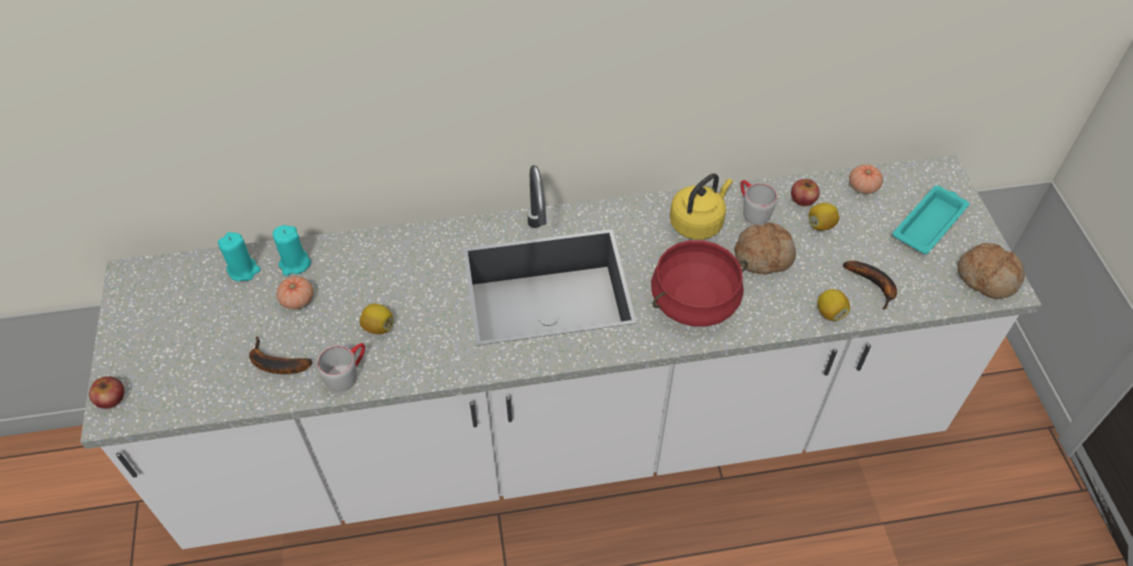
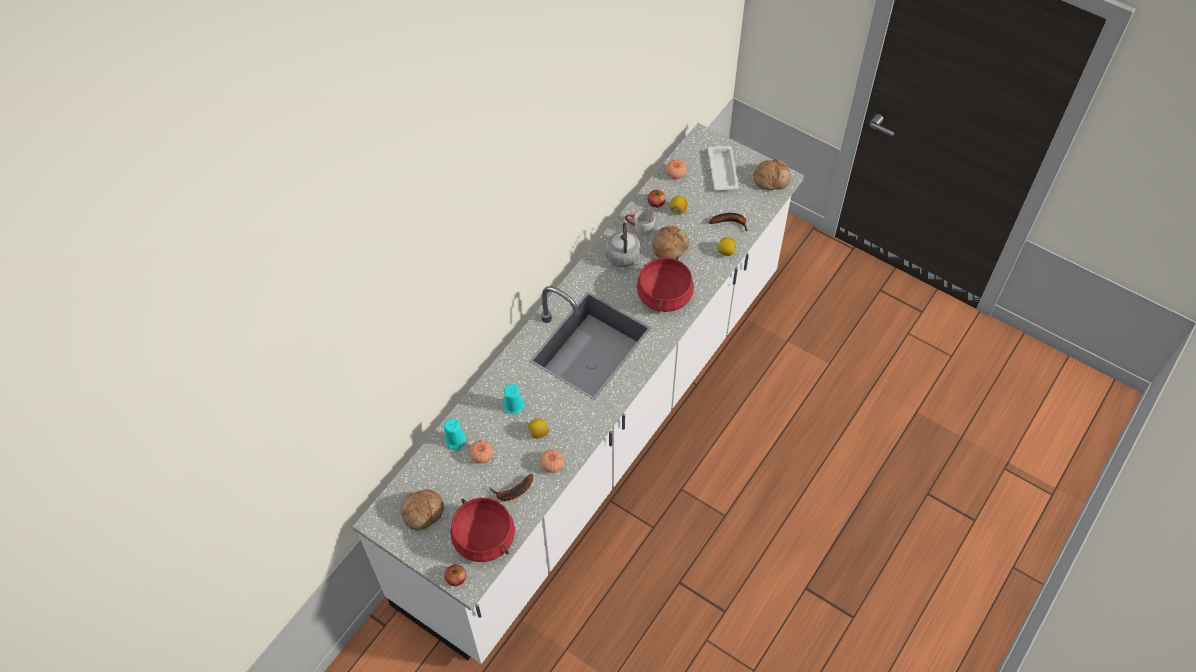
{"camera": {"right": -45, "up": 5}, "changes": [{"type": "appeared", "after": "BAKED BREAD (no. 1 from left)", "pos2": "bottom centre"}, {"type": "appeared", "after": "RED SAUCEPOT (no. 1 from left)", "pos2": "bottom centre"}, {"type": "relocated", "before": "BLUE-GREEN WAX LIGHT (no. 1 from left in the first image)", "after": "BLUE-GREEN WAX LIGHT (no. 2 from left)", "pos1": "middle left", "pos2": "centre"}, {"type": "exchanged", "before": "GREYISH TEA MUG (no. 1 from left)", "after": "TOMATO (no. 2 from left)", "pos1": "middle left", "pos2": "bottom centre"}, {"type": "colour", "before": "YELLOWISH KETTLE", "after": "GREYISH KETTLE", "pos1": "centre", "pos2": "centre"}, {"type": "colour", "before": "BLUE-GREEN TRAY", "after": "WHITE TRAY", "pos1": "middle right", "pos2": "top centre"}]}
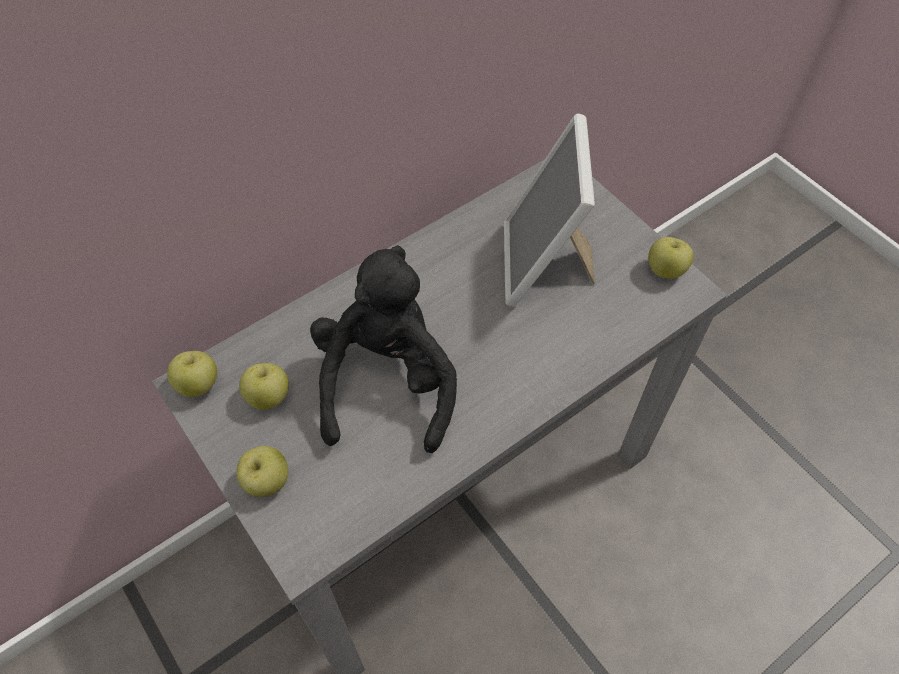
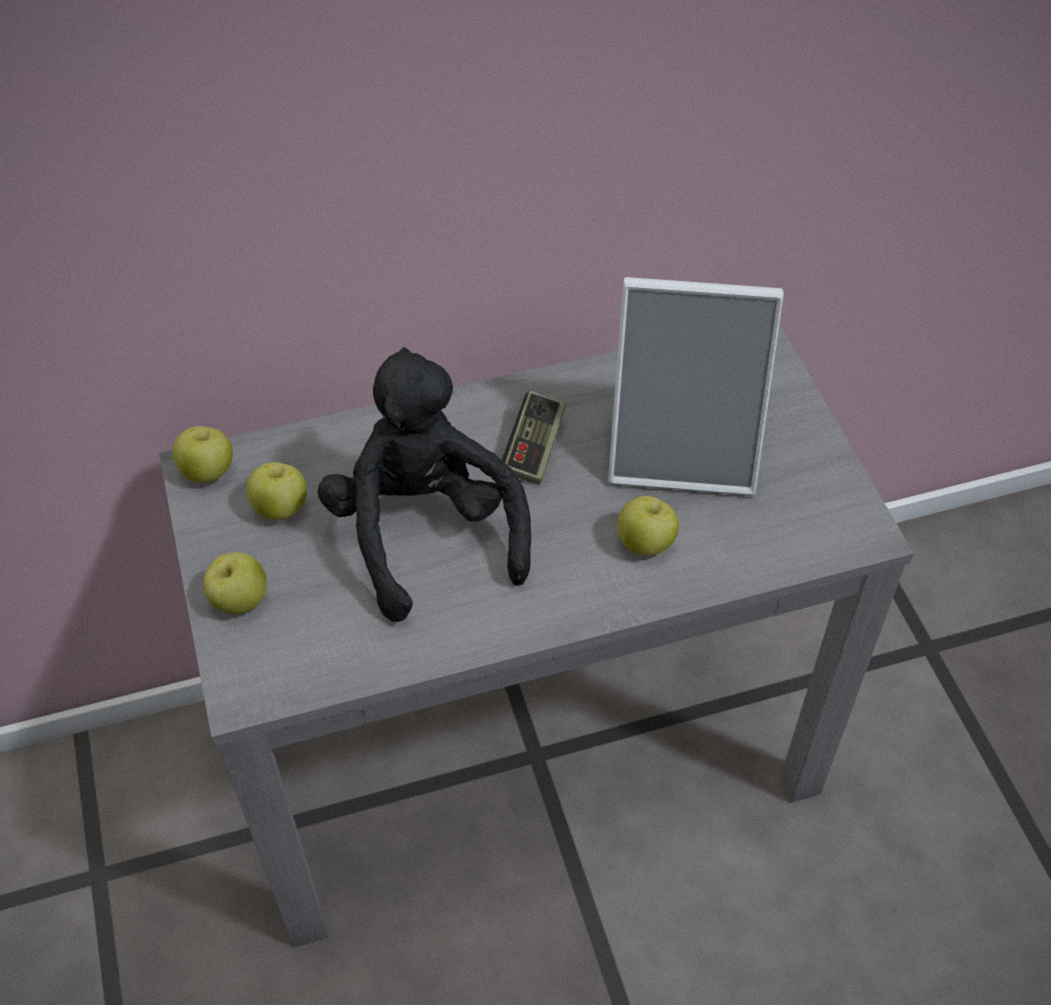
{"camera": {"right": 20, "up": -5}, "changes": [{"type": "appeared", "after": "JOYPAD", "pos2": "centre"}, {"type": "relocated", "before": "APPLE FRUIT (no. 4 from left)", "pos1": "middle right", "pos2": "centre"}, {"type": "spun", "before": "BLACKISH PLUSH TOY", "pos1": "centre", "pos2": "centre", "turn": -45}, {"type": "spun", "before": "PICTURE FRAME", "pos1": "top centre", "pos2": "centre", "turn": -105}]}
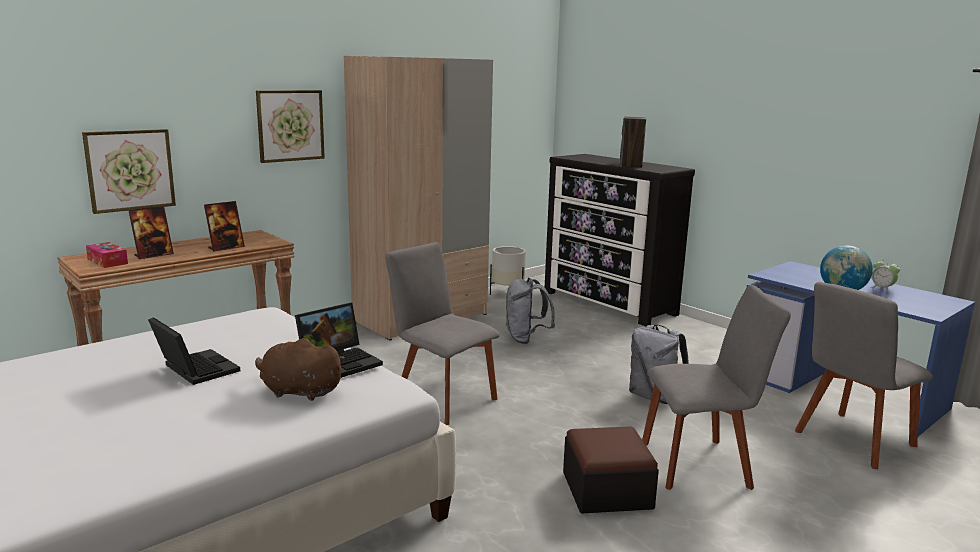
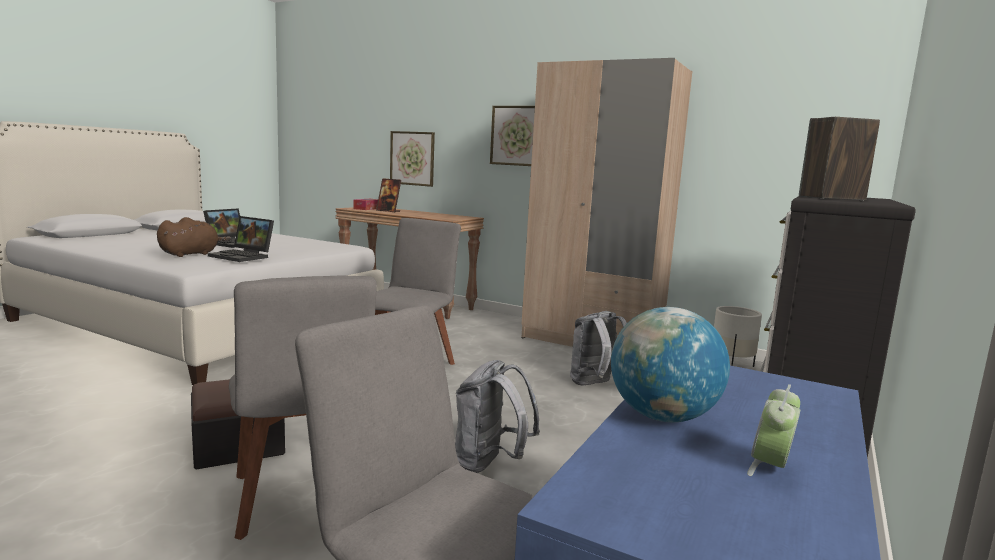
{"camera": {"right": 70, "up": -5}, "changes": [{"type": "missing", "before": "PICTURE FRAME (no. 2 from left)", "pos1": "middle left"}, {"type": "spun", "before": "BROWN-COLOURED PLUSH TOY", "pos1": "bottom left", "pos2": "middle left", "turn": 45}]}
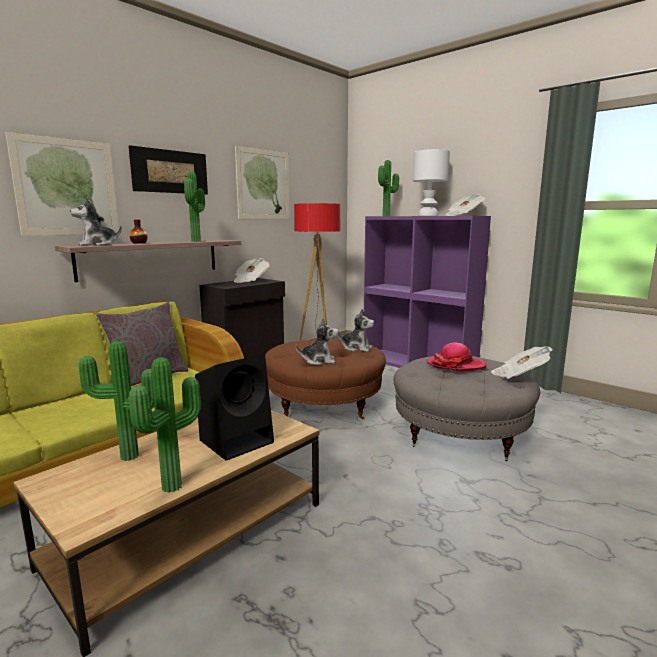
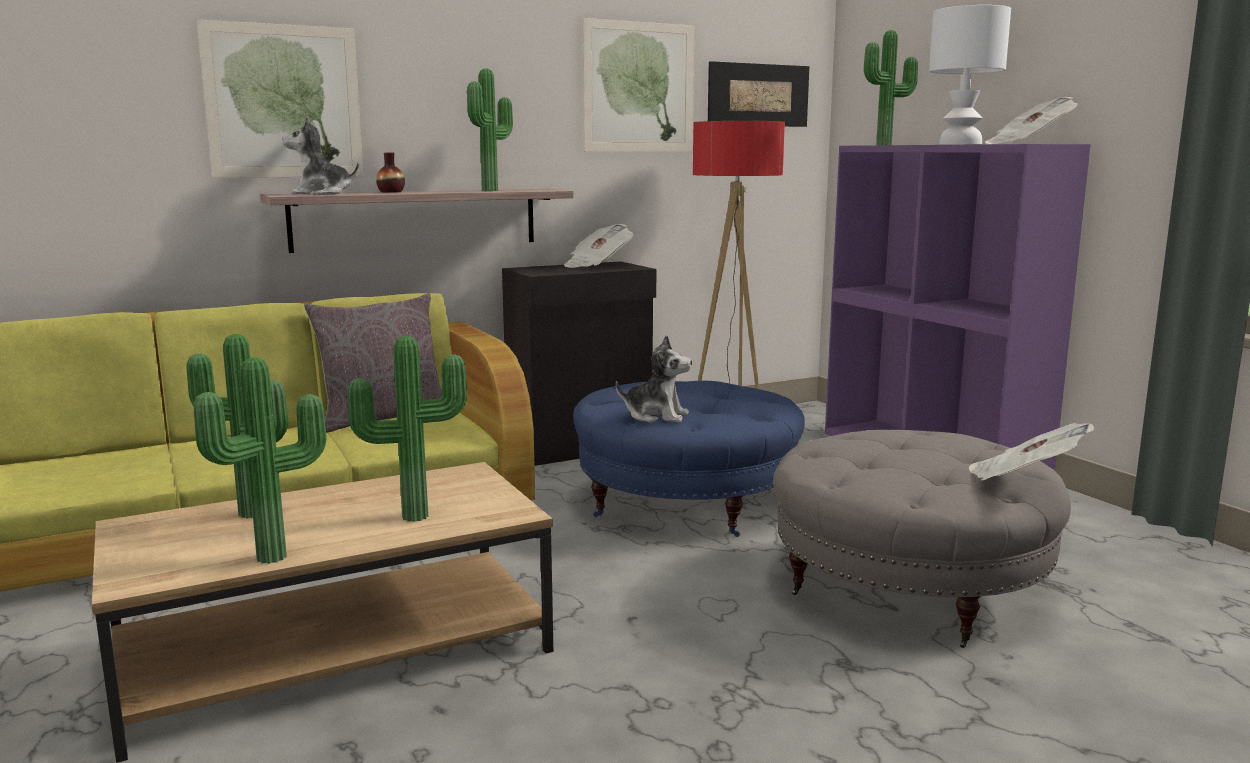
{"camera": {"right": 20, "up": 0}, "changes": [{"type": "missing", "before": "PLUSH TOY (no. 3 from left)", "pos1": "centre"}, {"type": "missing", "before": "WEARABLE HAT", "pos1": "middle right"}, {"type": "relocated", "before": "WALL ART (no. 2 from left in the first image)", "after": "WALL ART (no. 3 from left)", "pos1": "top left", "pos2": "top centre"}, {"type": "exchanged", "before": "BLACKISH LOUDSPEAKER", "after": "POTTED PLANT (no. 3 from left)", "pos1": "centre", "pos2": "middle left"}, {"type": "colour", "before": "BROWN-COLOURED FOOTREST", "after": "BLUE FOOTREST", "pos1": "centre", "pos2": "centre"}]}
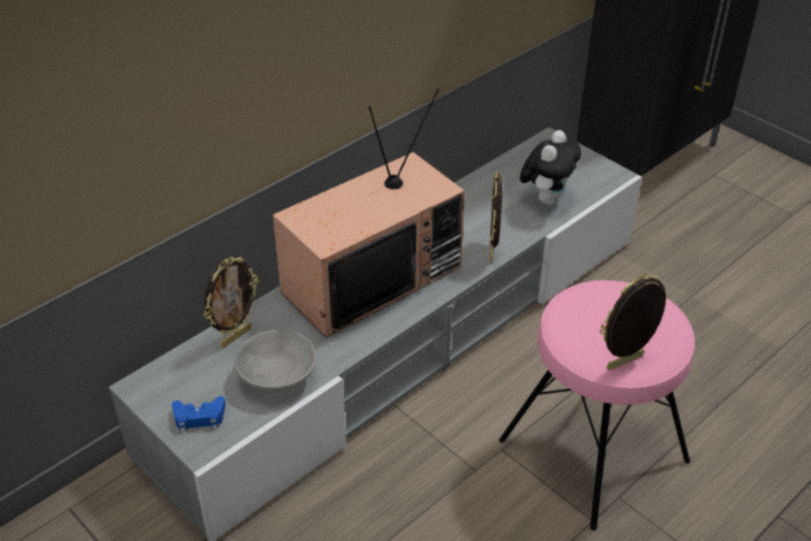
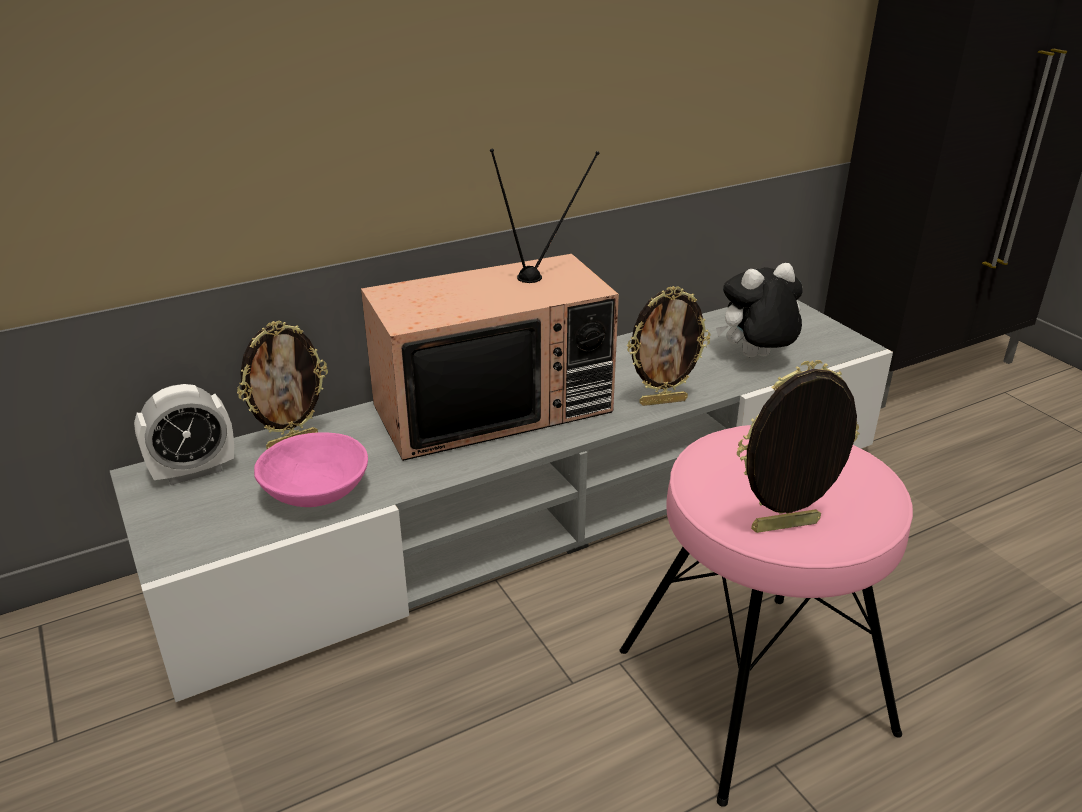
{"camera": {"right": 15, "up": -10}, "changes": [{"type": "missing", "before": "BLUE JOYPAD", "pos1": "bottom left"}, {"type": "appeared", "after": "BEDSIDE CLOCK", "pos2": "middle left"}, {"type": "colour", "before": "GREYISH BOWL", "after": "PINK BOWL", "pos1": "bottom centre", "pos2": "middle left"}, {"type": "spun", "before": "PICTURE FRAME (no. 2 from left)", "pos1": "centre", "pos2": "centre", "turn": -120}, {"type": "spun", "before": "PLUSH TOY", "pos1": "top right", "pos2": "middle right", "turn": -150}]}
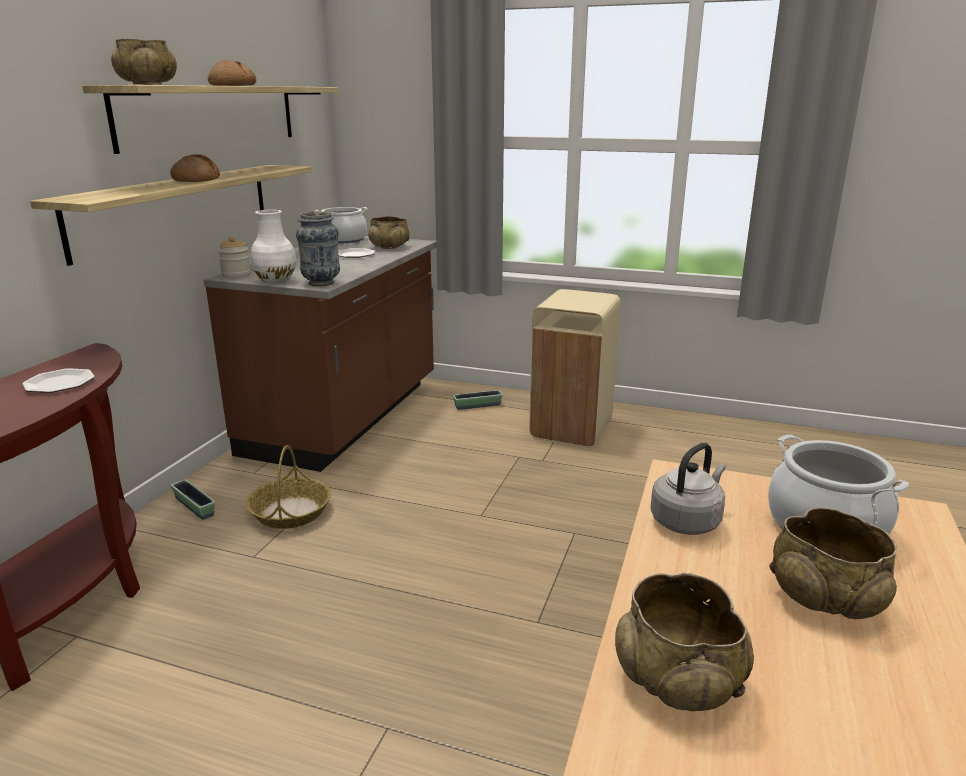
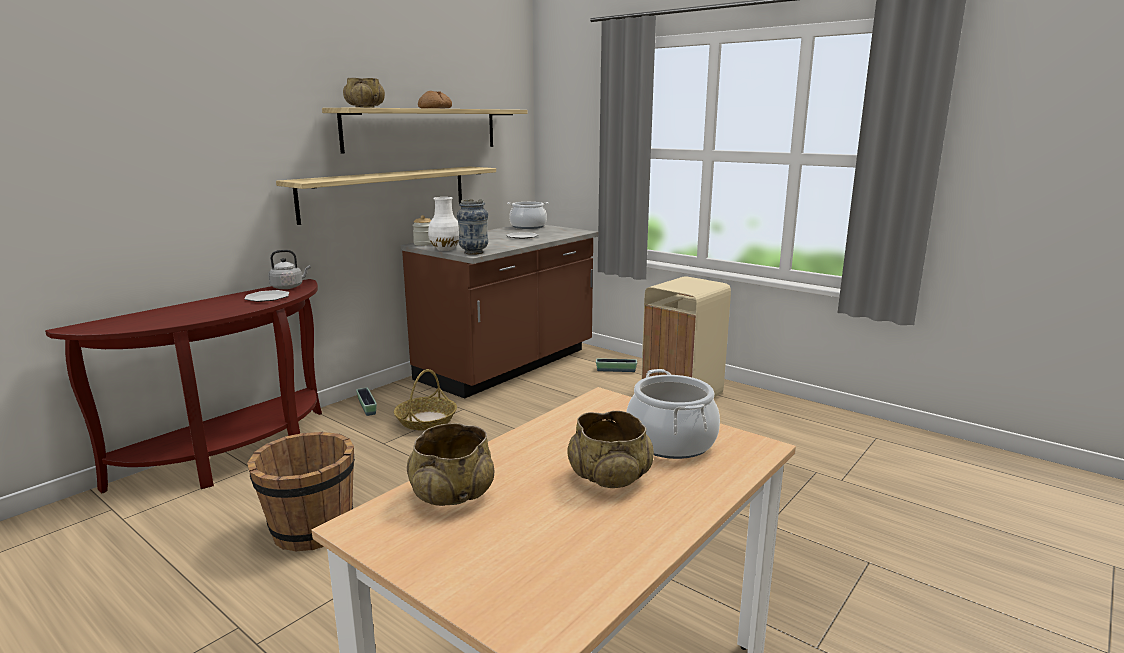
{"camera": {"right": 20, "up": -5}, "changes": [{"type": "missing", "before": "BAKED BREAD (no. 1 from left)", "pos1": "top left"}, {"type": "missing", "before": "SAND-COLOURED BOWL (no. 2 from left)", "pos1": "top centre"}, {"type": "appeared", "after": "BROWN-COLOURED PAIL", "pos2": "bottom left"}, {"type": "relocated", "before": "GREYISH KETTLE", "pos1": "middle right", "pos2": "middle left"}]}
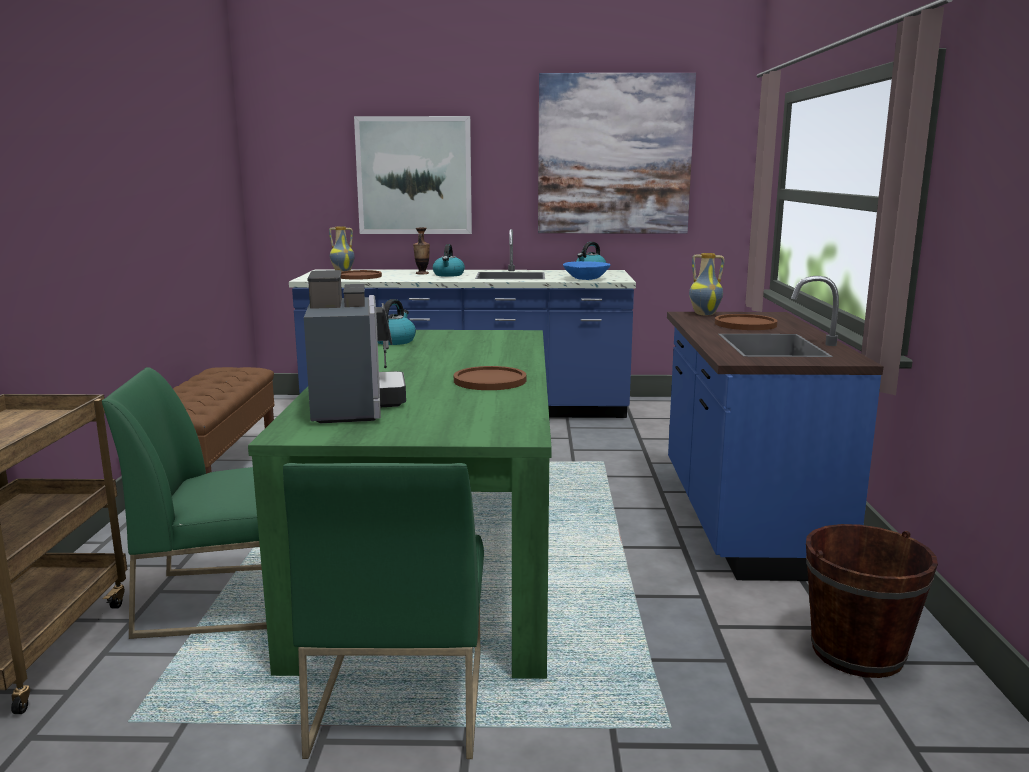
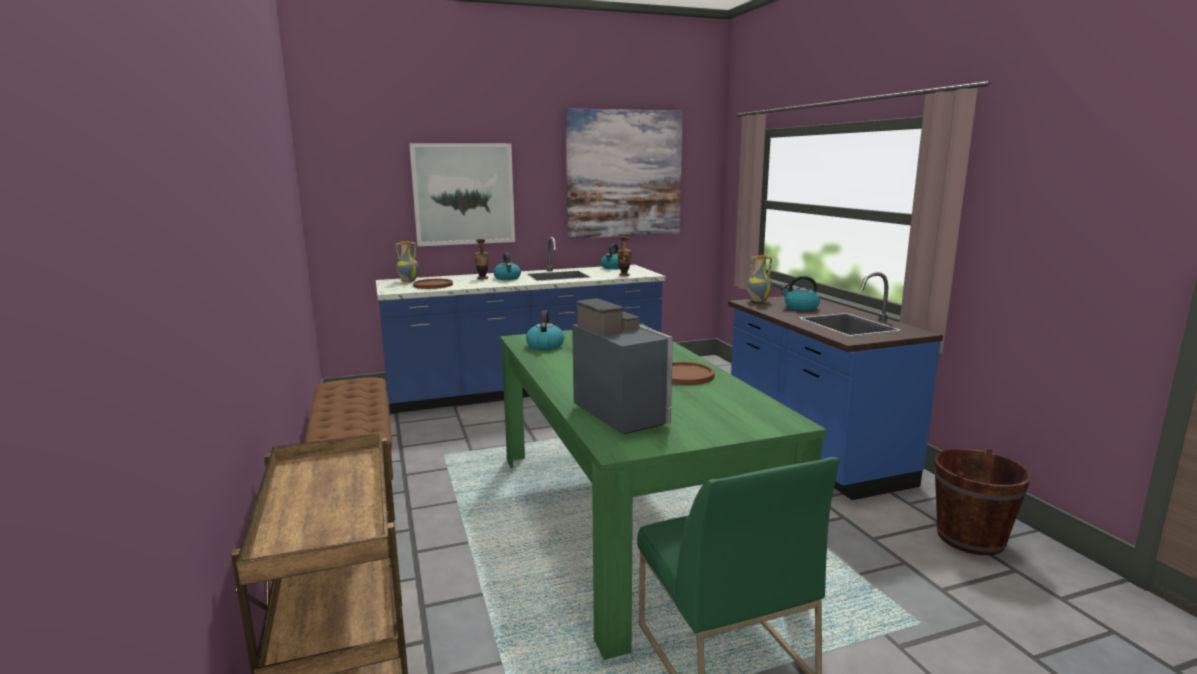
{"camera": {"right": -20, "up": 0}, "changes": [{"type": "missing", "before": "GREENISH PLAIN CHAIR (no. 1 from left)", "pos1": "middle left"}, {"type": "exchanged", "before": "BLUE BOWL", "after": "FLOWER VASE (no. 3 from left)", "pos1": "centre", "pos2": "centre"}, {"type": "exchanged", "before": "BROWN-COLOURED DINNER PLATE (no. 3 from left)", "after": "KETTLE (no. 4 from left)", "pos1": "middle right", "pos2": "middle right"}]}
